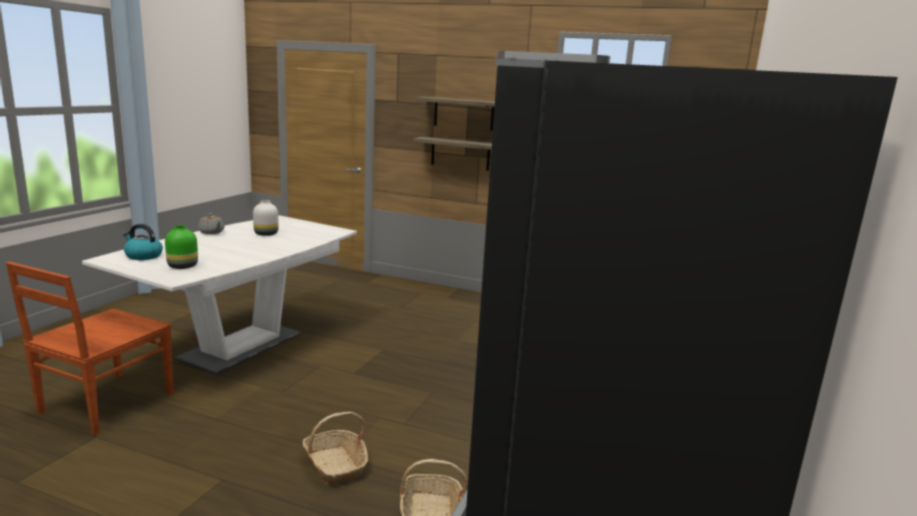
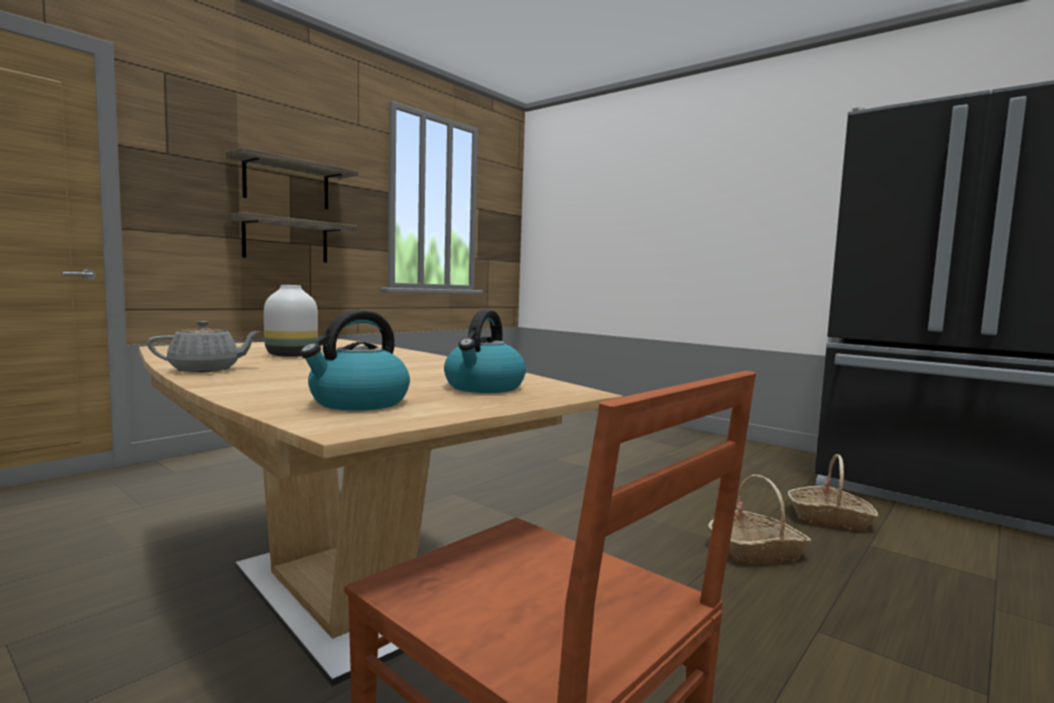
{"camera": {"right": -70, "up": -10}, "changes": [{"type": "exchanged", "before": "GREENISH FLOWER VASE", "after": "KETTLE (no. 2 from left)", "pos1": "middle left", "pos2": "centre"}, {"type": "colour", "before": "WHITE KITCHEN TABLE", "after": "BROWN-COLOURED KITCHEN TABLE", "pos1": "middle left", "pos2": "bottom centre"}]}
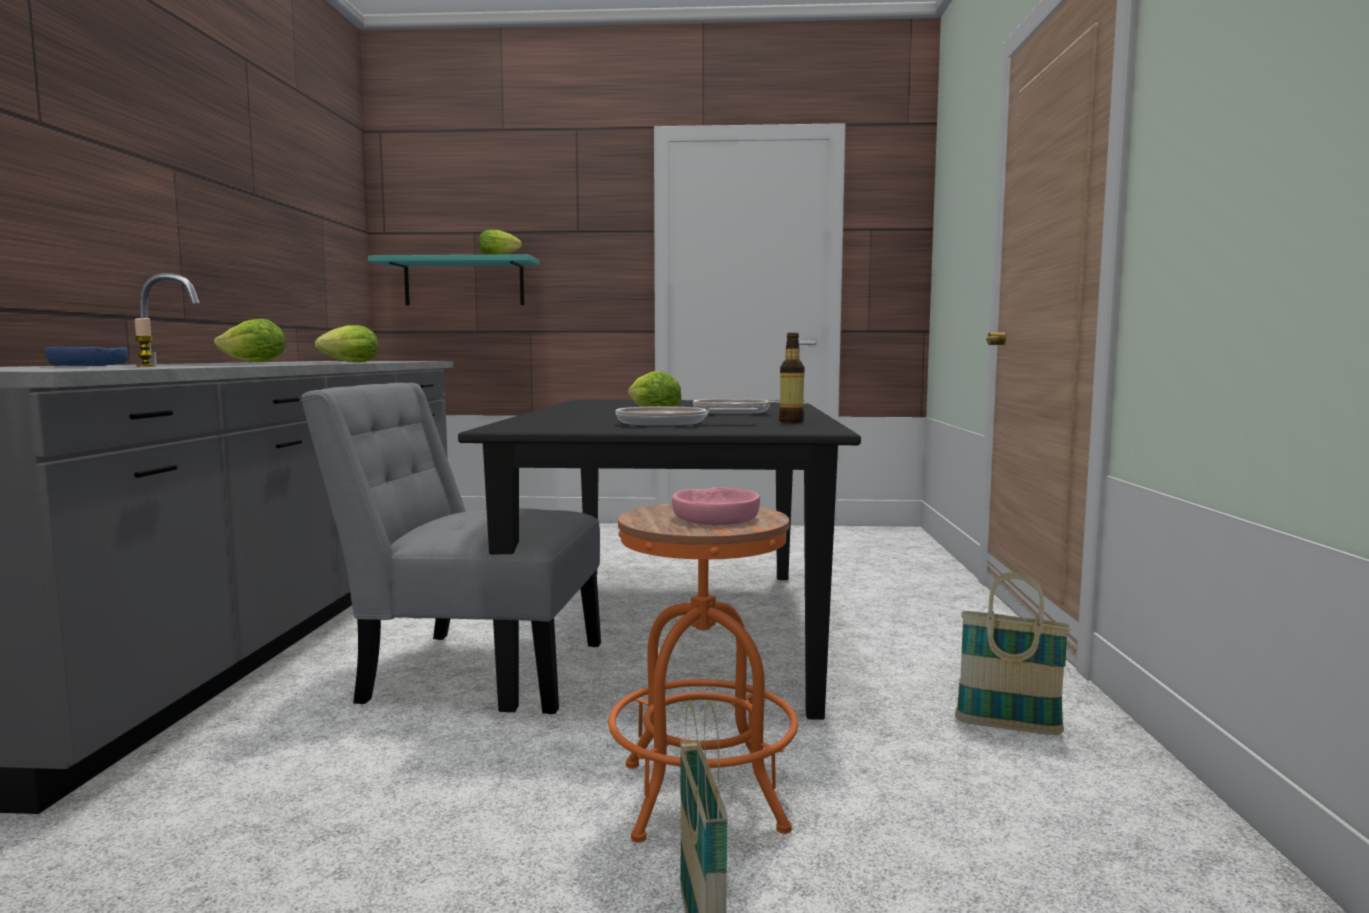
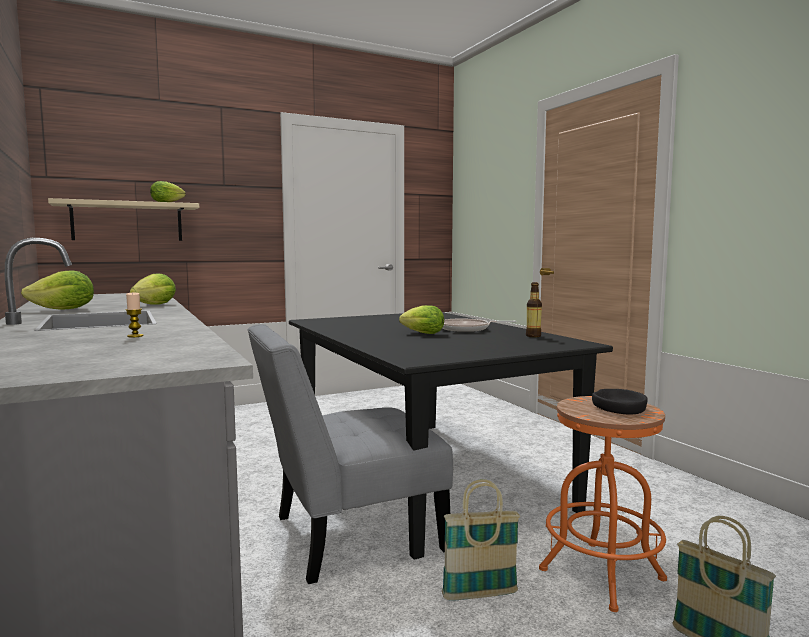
{"camera": {"right": -30, "up": 0}, "changes": [{"type": "missing", "before": "BLUE BOWL", "pos1": "middle left"}, {"type": "missing", "before": "SKILLET (no. 1 from left)", "pos1": "centre"}, {"type": "relocated", "before": "STORAGE BASKET (no. 2 from left in the first image)", "after": "STORAGE BASKET (no. 1 from left)", "pos1": "bottom right", "pos2": "bottom centre"}, {"type": "colour", "before": "BLUE-GREEN WALL SHELF", "after": "SAND-COLOURED WALL SHELF", "pos1": "top left", "pos2": "middle left"}, {"type": "colour", "before": "PINK BOWL", "after": "BLACKISH BOWL", "pos1": "centre", "pos2": "middle right"}]}
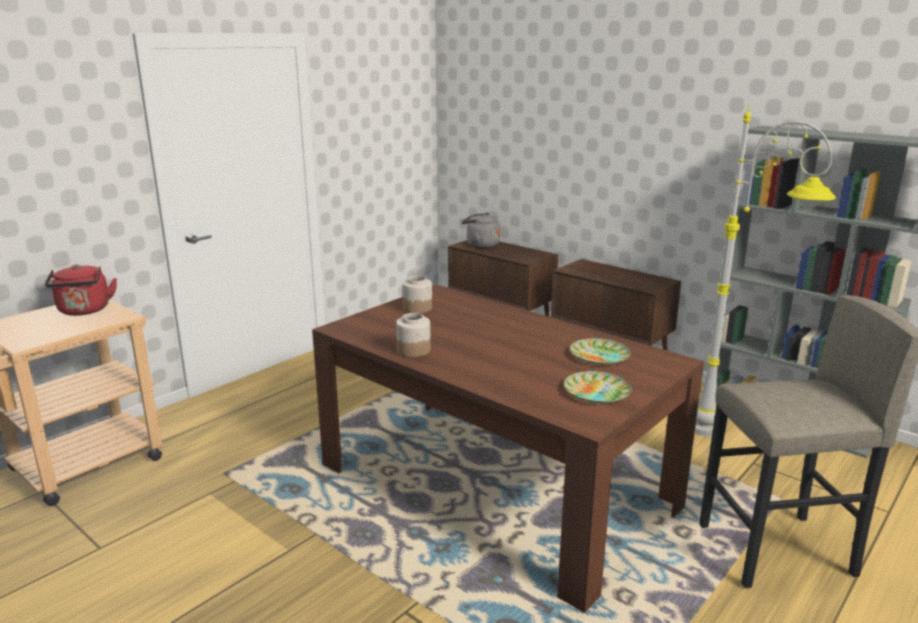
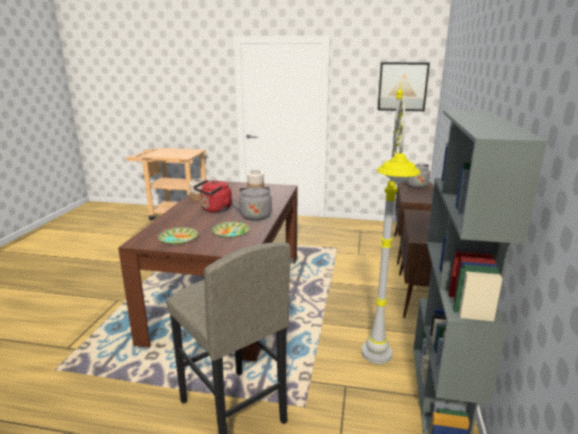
{"camera": {"right": 60, "up": 0}, "changes": [{"type": "appeared", "after": "GREYISH KETTLE (no. 1 from left)", "pos2": "centre"}, {"type": "appeared", "after": "WALL ART", "pos2": "top right"}, {"type": "relocated", "before": "RED KETTLE", "pos1": "middle left", "pos2": "centre"}]}
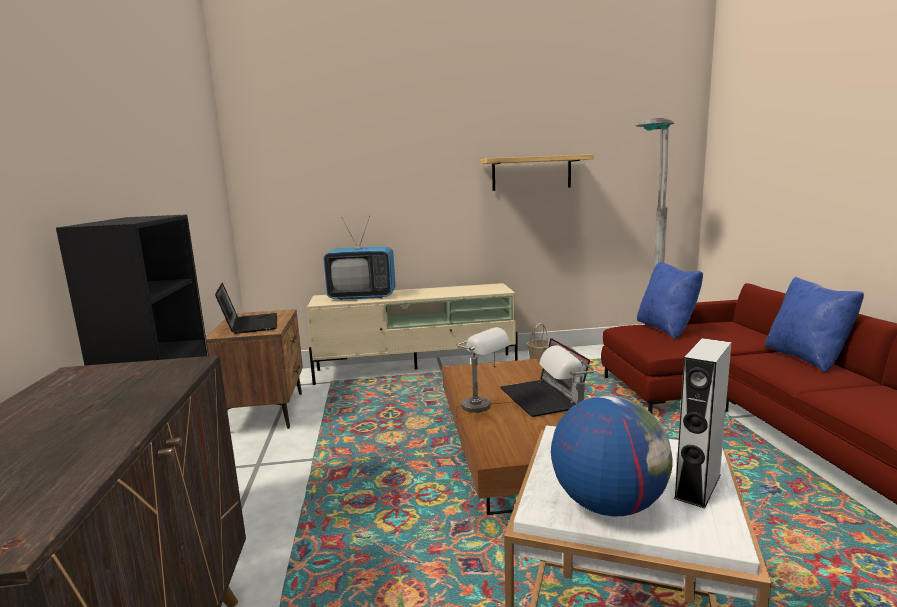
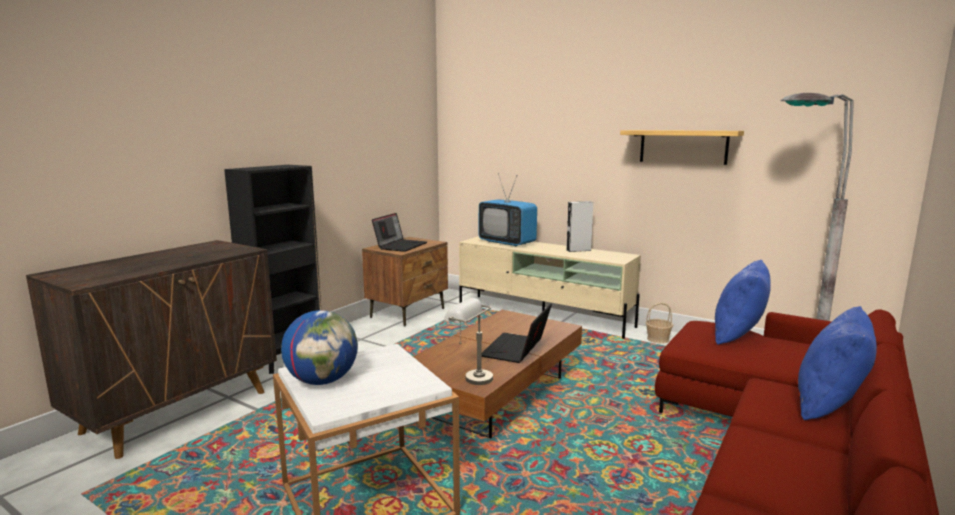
{"camera": {"right": 40, "up": 0}, "changes": [{"type": "missing", "before": "GREYISH TABLETOP LAMP (no. 1 from left)", "pos1": "centre"}, {"type": "relocated", "before": "GREYISH LOUDSPEAKER", "pos1": "bottom right", "pos2": "centre"}]}
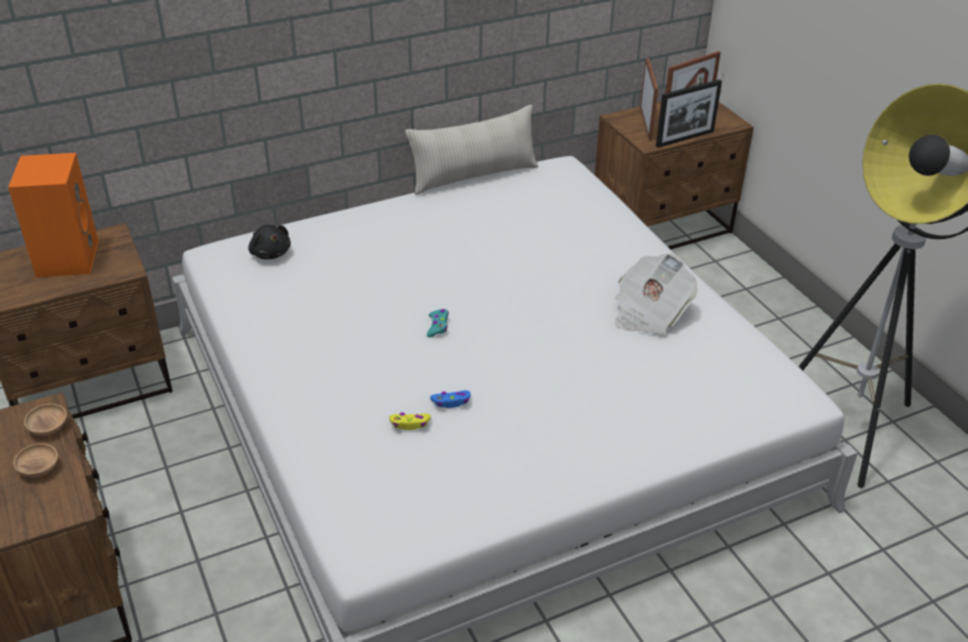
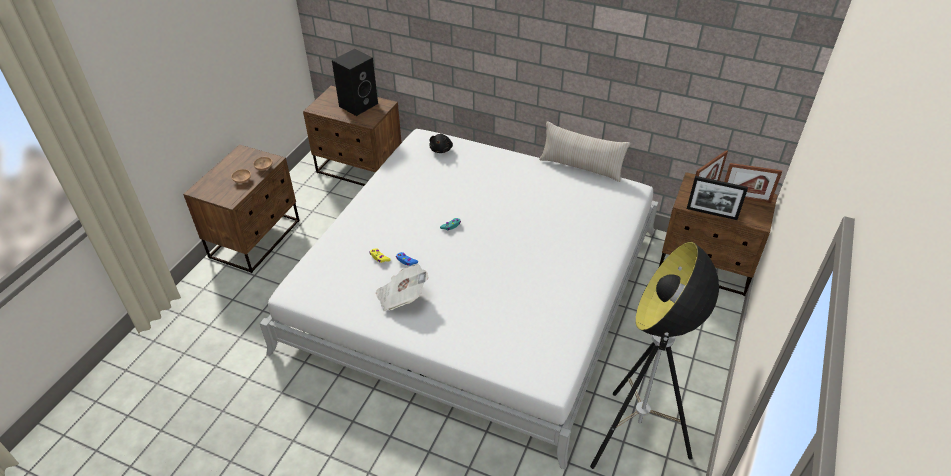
{"camera": {"right": 50, "up": 5}, "changes": [{"type": "relocated", "before": "PRINTED PAPER", "pos1": "middle right", "pos2": "centre"}, {"type": "colour", "before": "ORANGE LOUDSPEAKER", "after": "BLACKISH LOUDSPEAKER", "pos1": "middle left", "pos2": "top centre"}]}
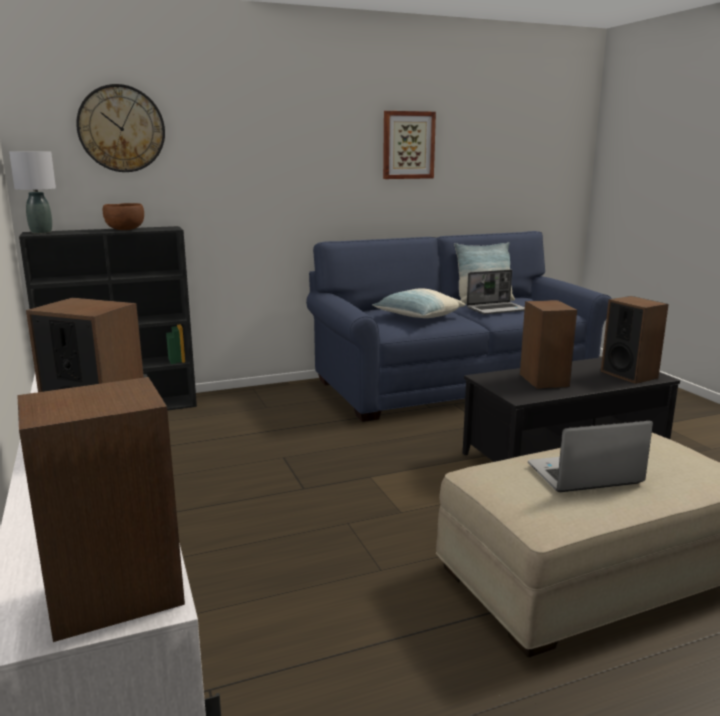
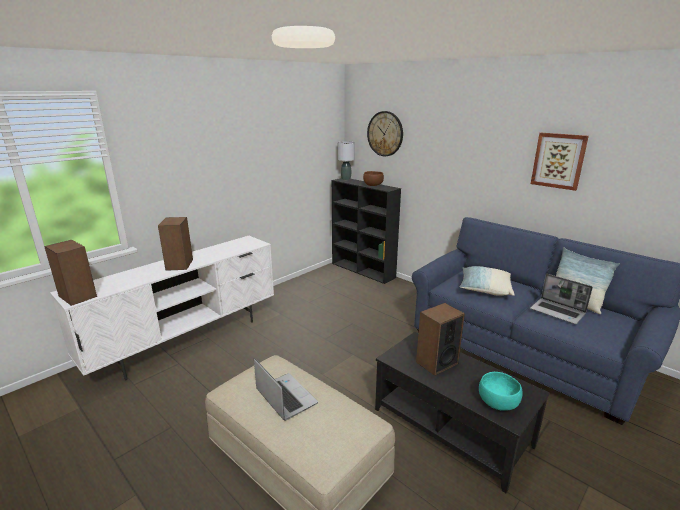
{"camera": {"right": 65, "up": 5}, "changes": [{"type": "exchanged", "before": "LOUDSPEAKER (no. 4 from left)", "after": "BLUE-GREEN BOWL", "pos1": "middle right", "pos2": "bottom right"}]}
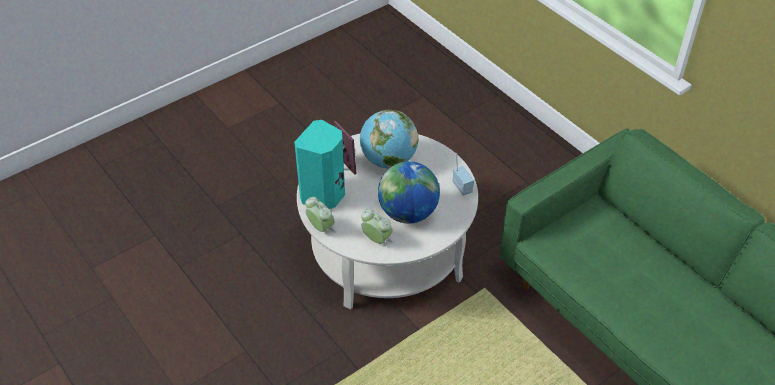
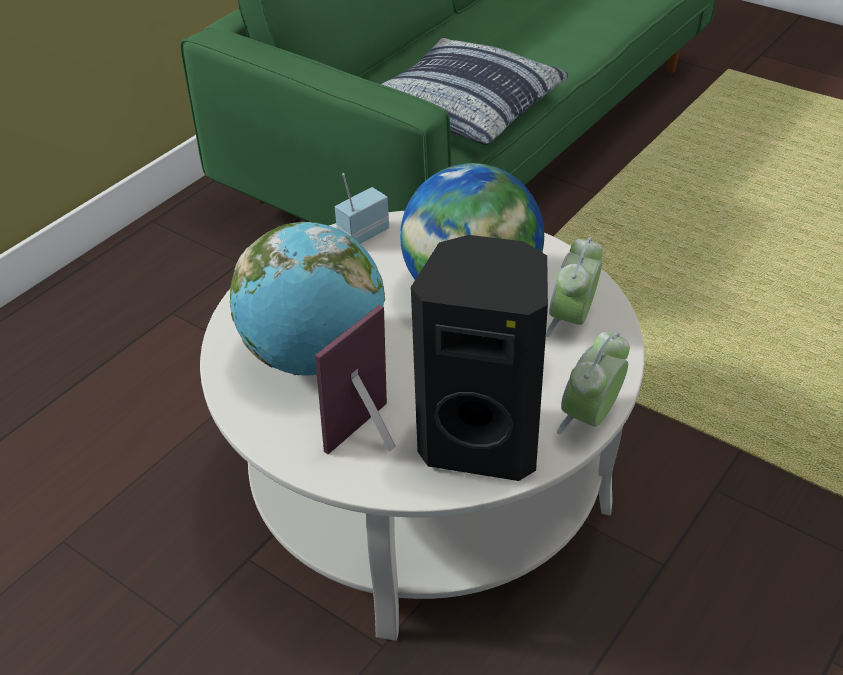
{"camera": {"right": -105, "up": -5}, "changes": [{"type": "appeared", "after": "CUSHION", "pos2": "top centre"}, {"type": "colour", "before": "BLUE-GREEN LOUDSPEAKER", "after": "BLACKISH LOUDSPEAKER", "pos1": "centre", "pos2": "centre"}]}
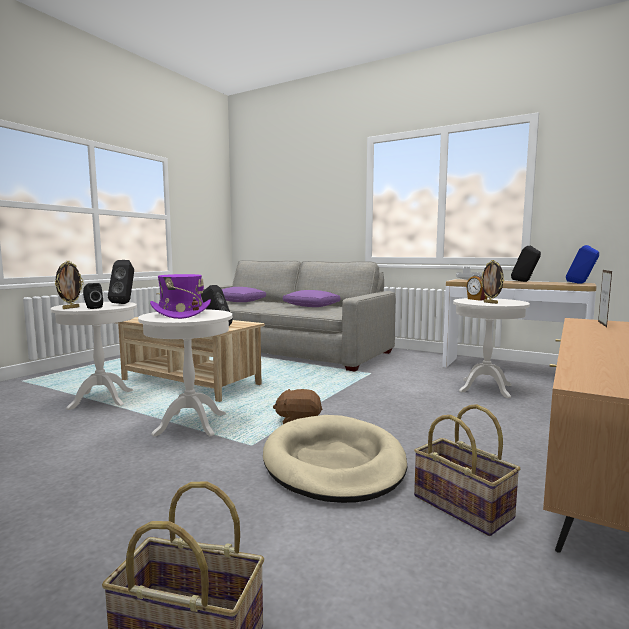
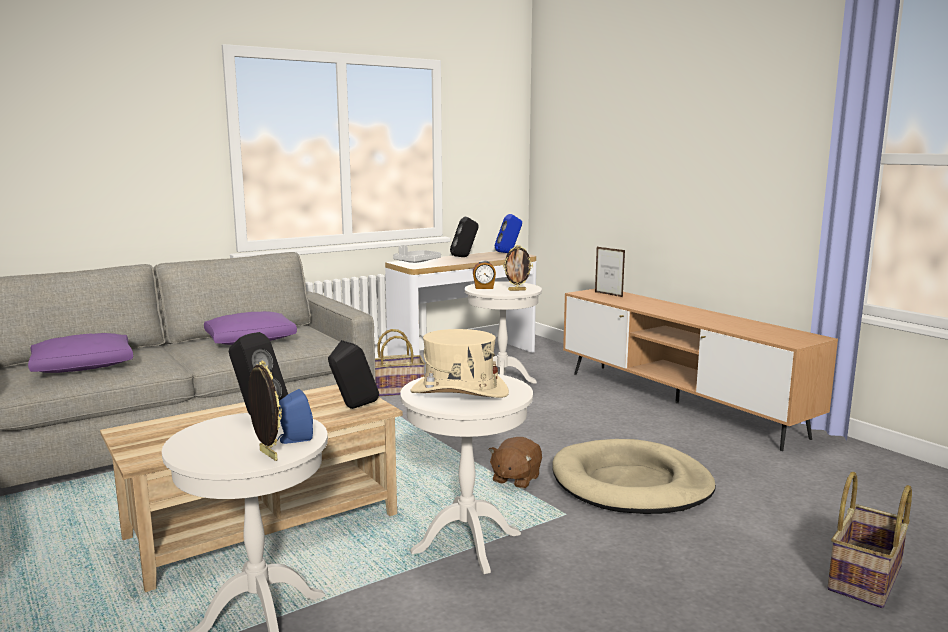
{"camera": {"right": -65, "up": 5}, "changes": [{"type": "relocated", "before": "STORAGE BASKET (no. 2 from left in the first image)", "after": "STORAGE BASKET (no. 1 from left)", "pos1": "bottom right", "pos2": "centre"}, {"type": "colour", "before": "BLACKISH LOUDSPEAKER (no. 1 from left)", "after": "BLUE LOUDSPEAKER (no. 1 from left)", "pos1": "middle left", "pos2": "middle left"}, {"type": "colour", "before": "PURPLISH WEARABLE HAT", "after": "SAND-COLOURED WEARABLE HAT", "pos1": "middle left", "pos2": "centre"}]}
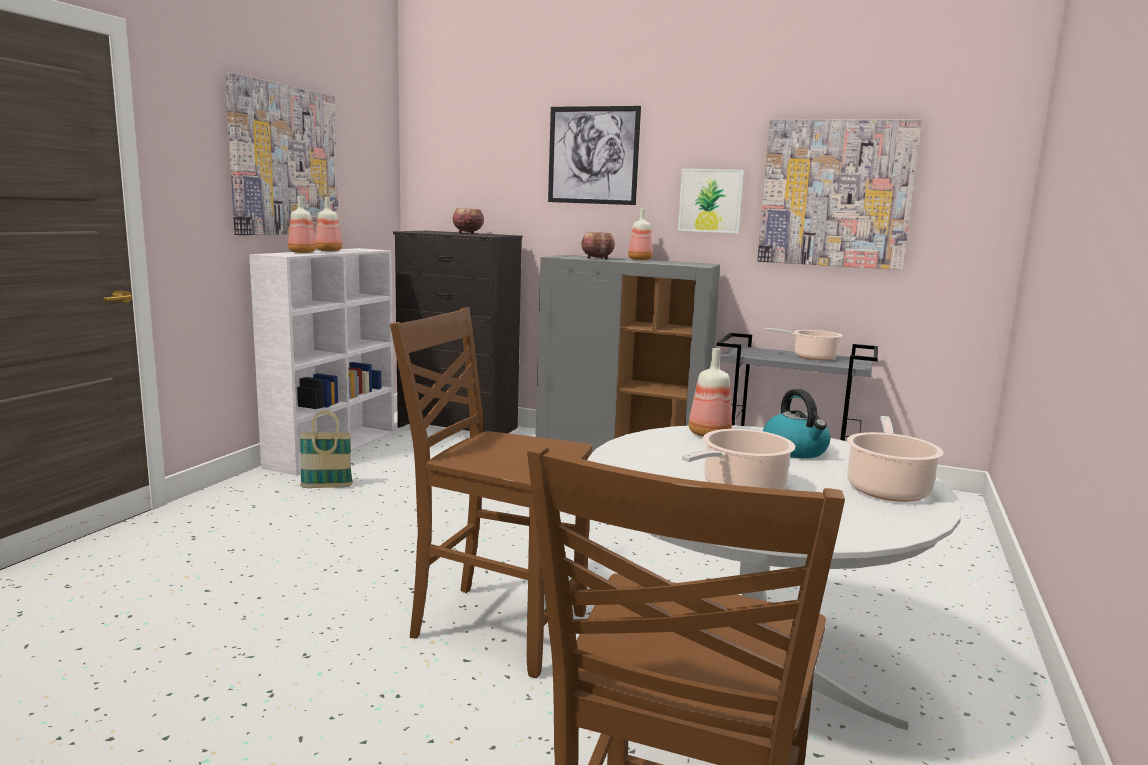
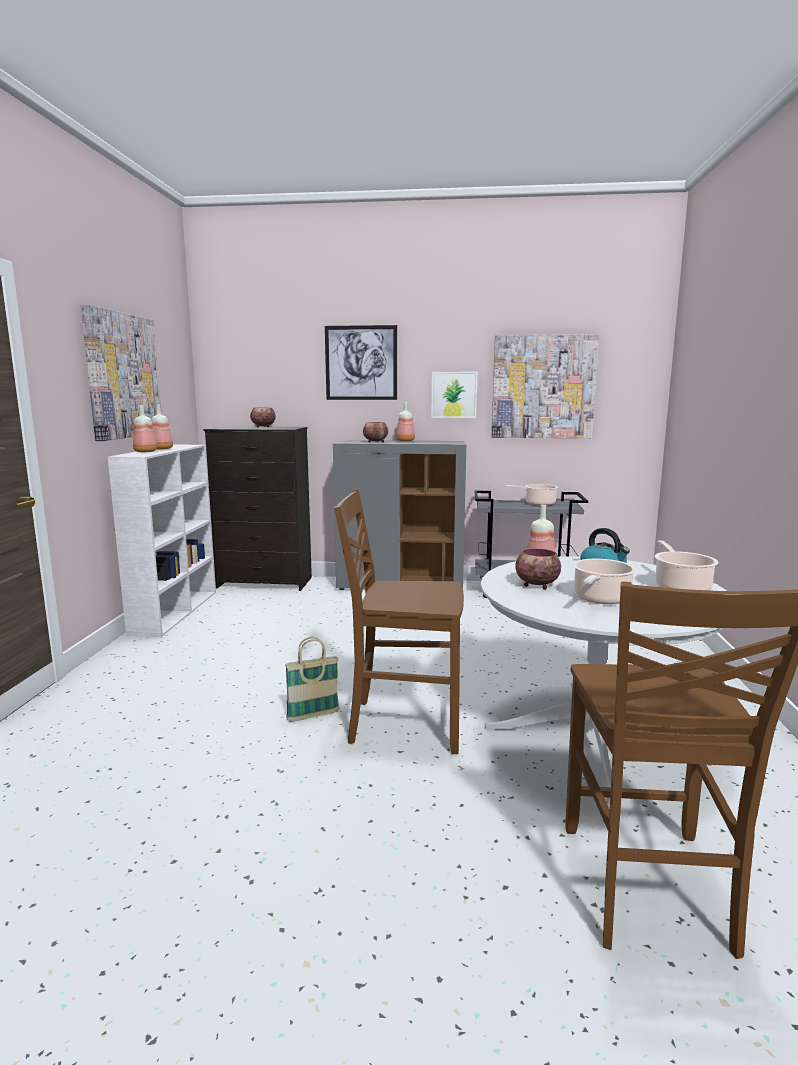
{"camera": {"right": -15, "up": 0}, "changes": [{"type": "appeared", "after": "BOWL (no. 3 from left)", "pos2": "middle right"}, {"type": "relocated", "before": "STORAGE BASKET", "pos1": "middle left", "pos2": "centre"}]}
